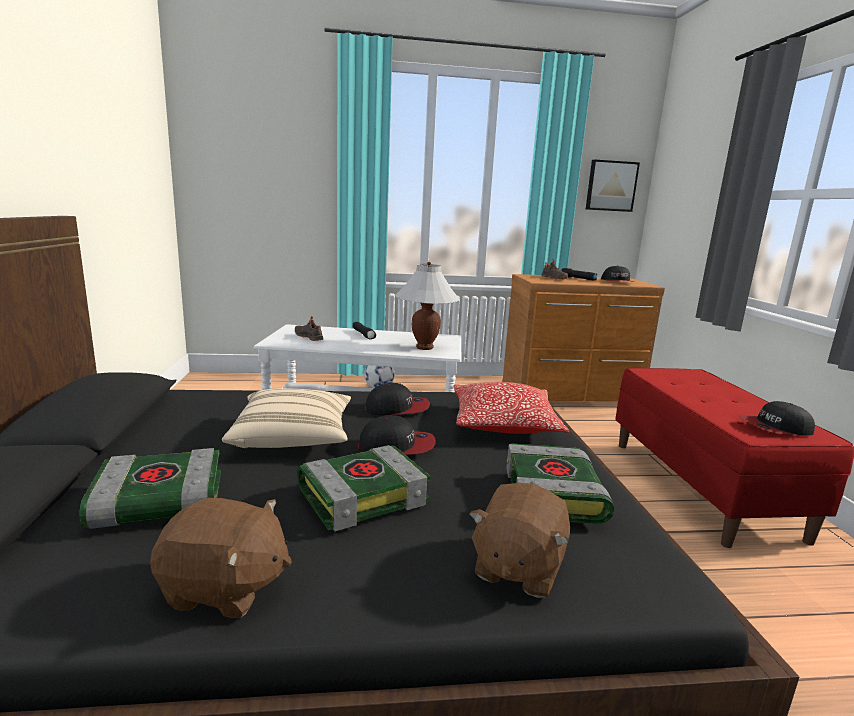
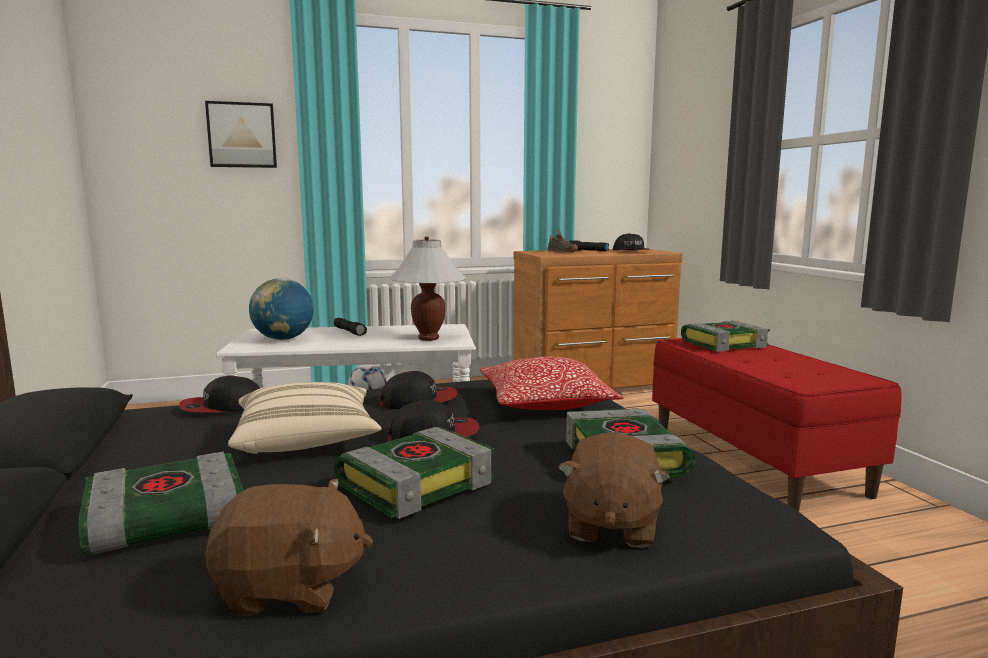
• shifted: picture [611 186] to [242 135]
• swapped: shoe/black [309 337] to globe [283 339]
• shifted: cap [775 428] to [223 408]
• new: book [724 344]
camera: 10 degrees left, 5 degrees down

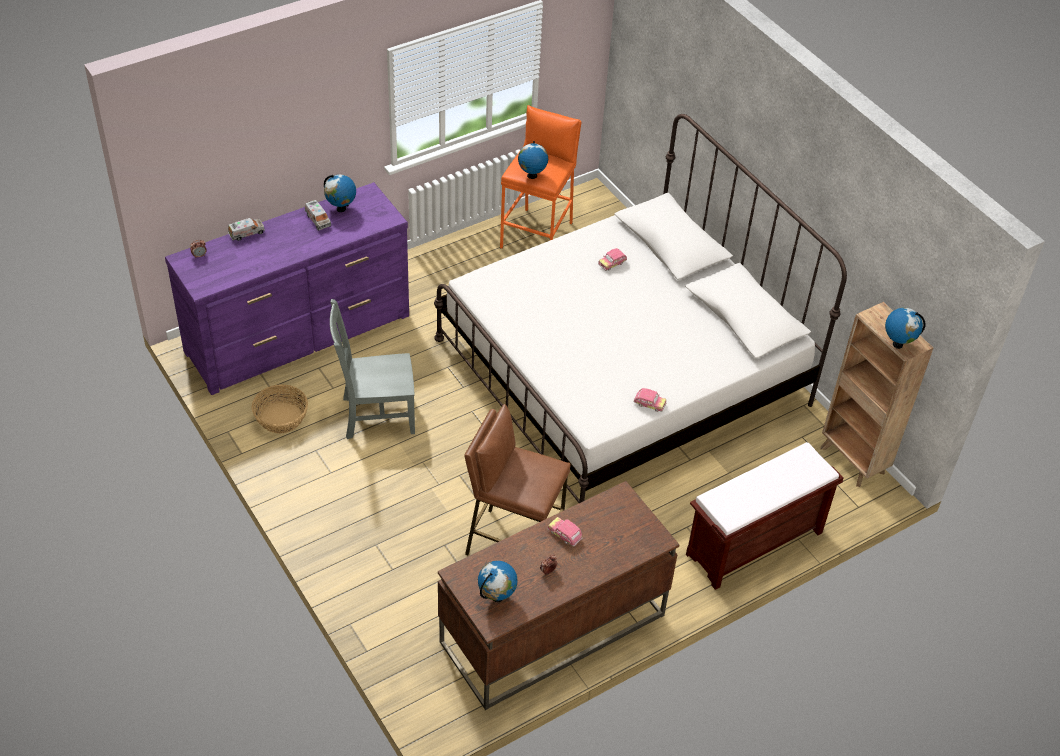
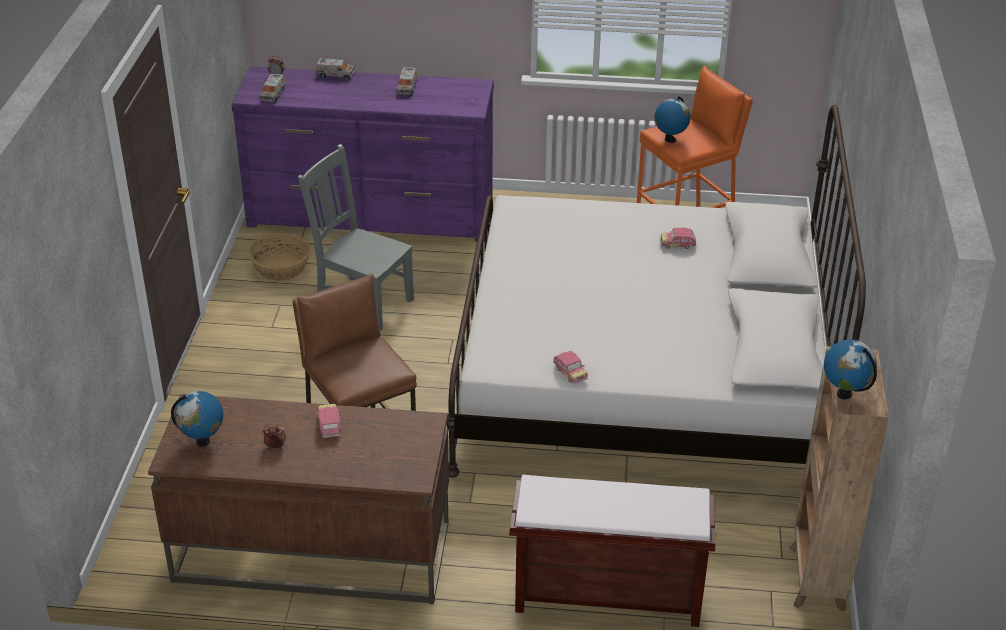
• gone: globe [341 209]
• new: toy truck [273 94]
camera: 40 degrees right, 10 degrees down

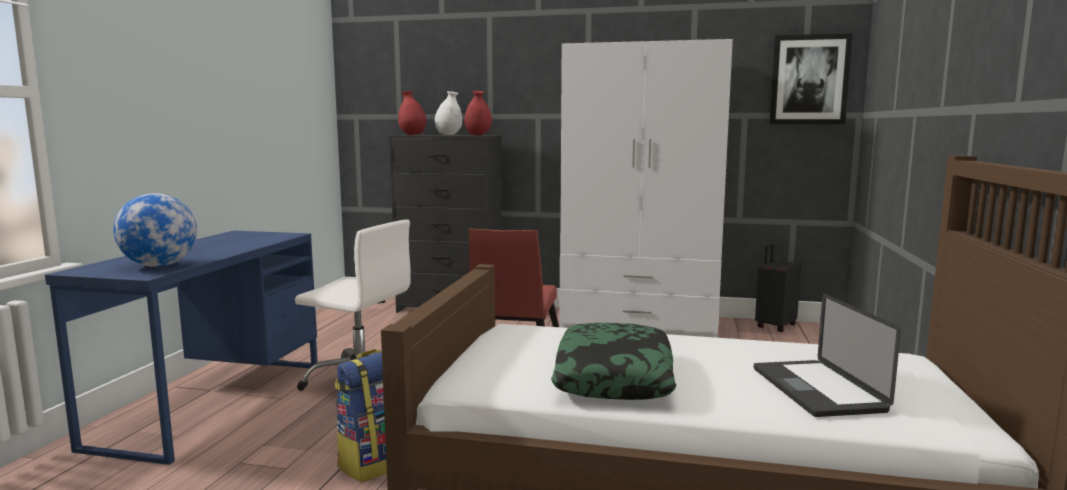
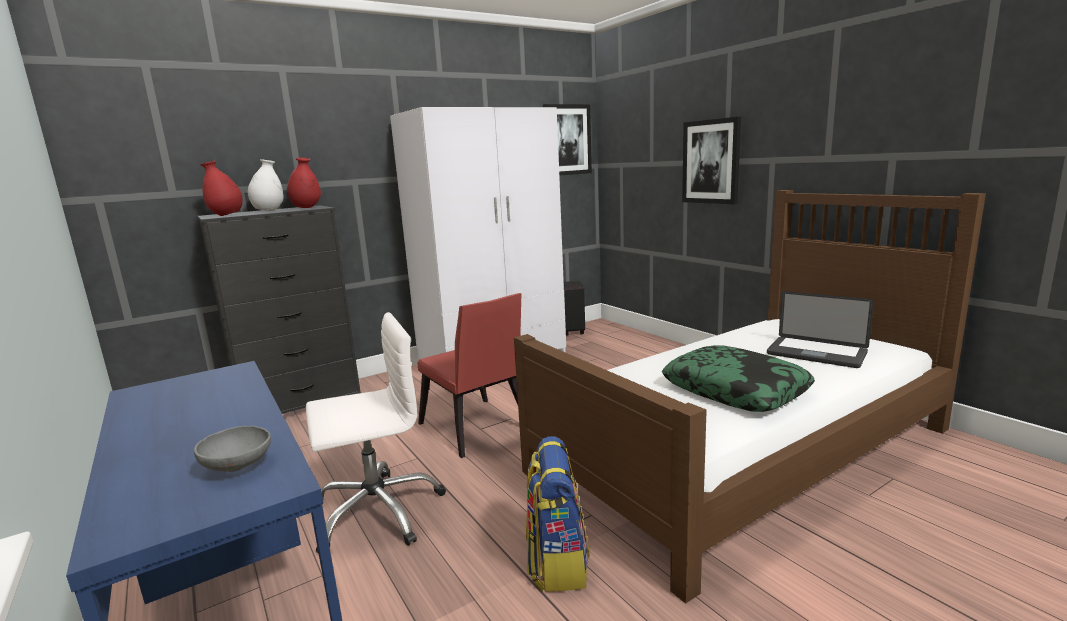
• swapped: globe [160 266] to bowl/grey [239 467]
• new: picture [711 162]
camera: 45 degrees left, 5 degrees up

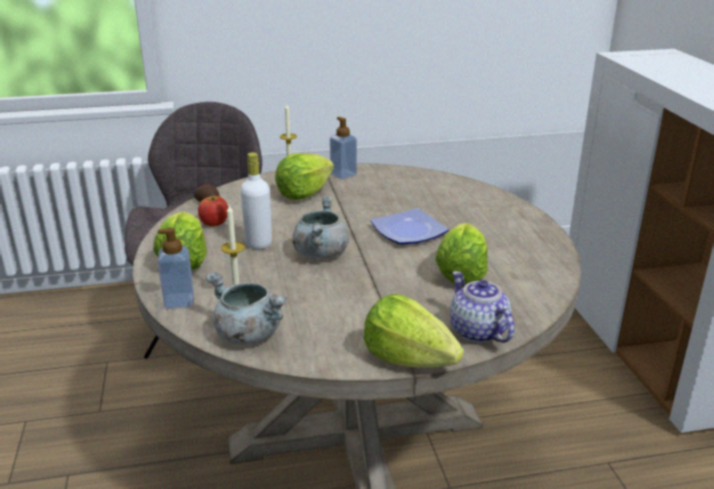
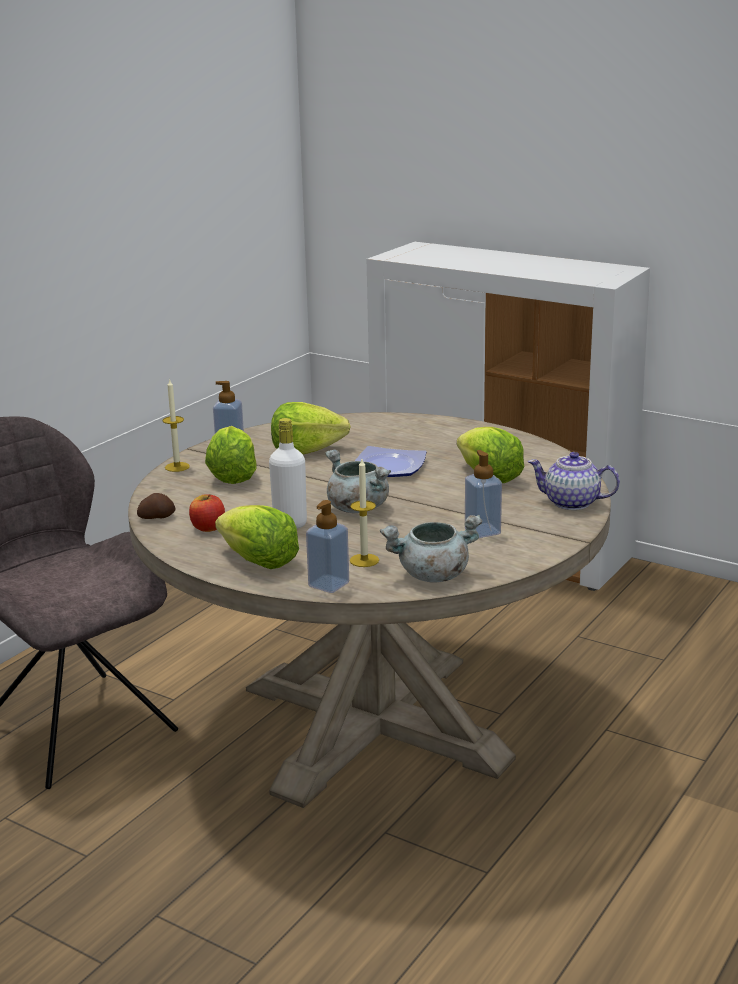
• shifted: lettuce [408 359] to [306 450]
• new: soap dispenser [482 531]
camera: 45 degrees left, 5 degrees down

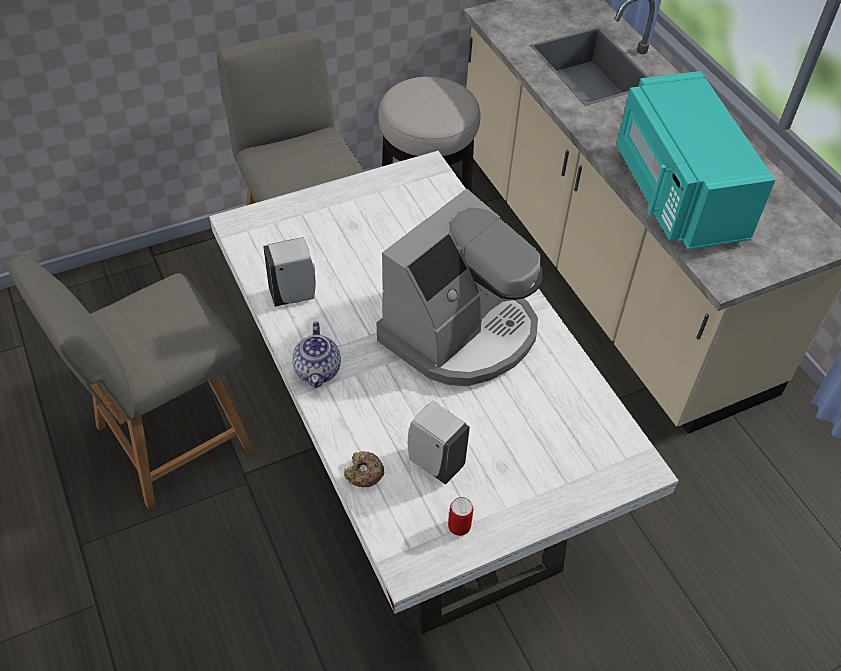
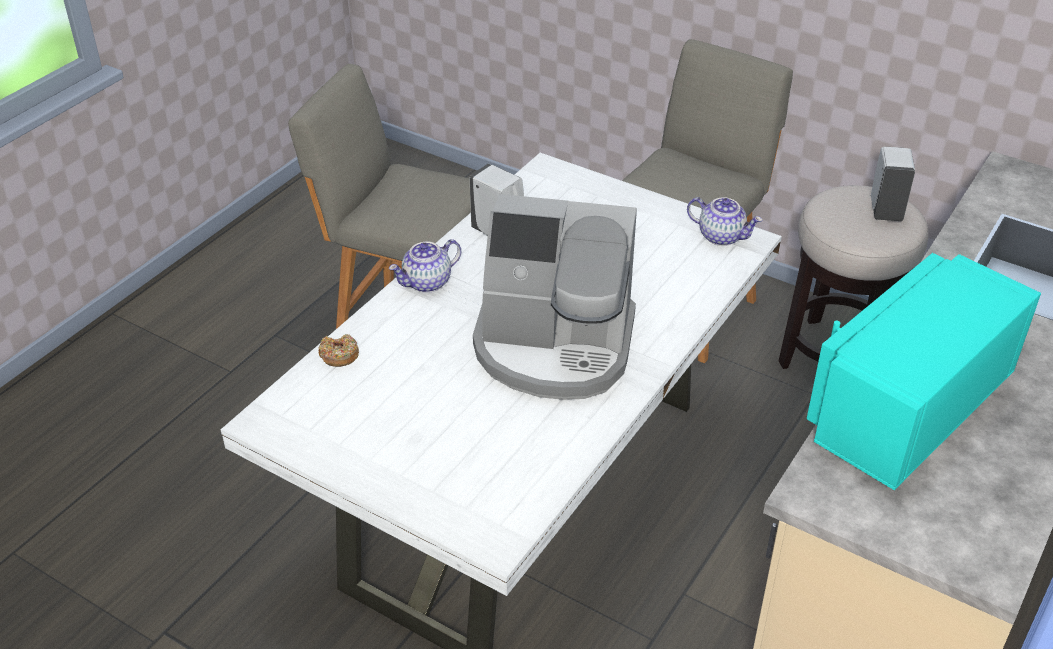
• shifted: soap dispenser/white [434 462] to [885 210]
• gone: can [459 527]
• new: teapot [722 236]
camera: 60 degrees right, 10 degrees down

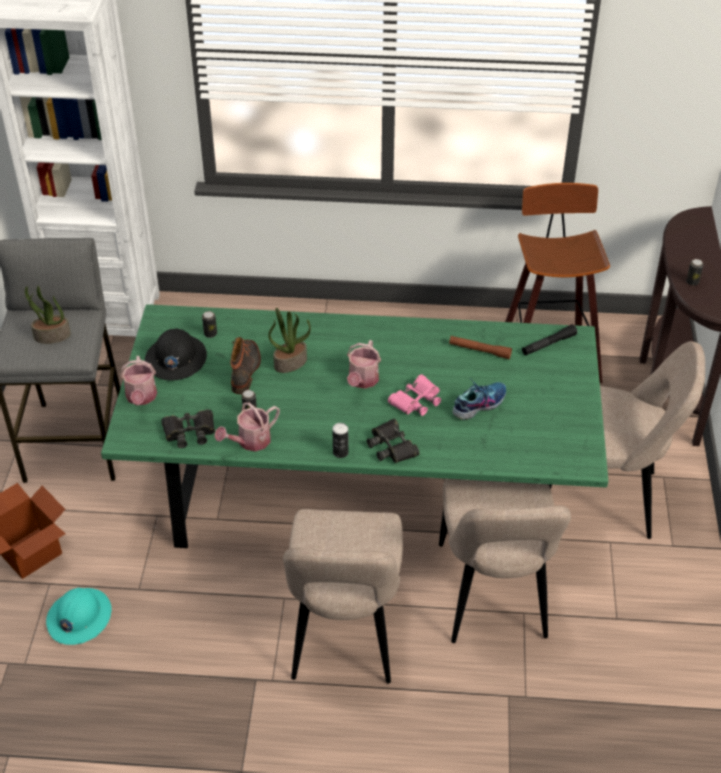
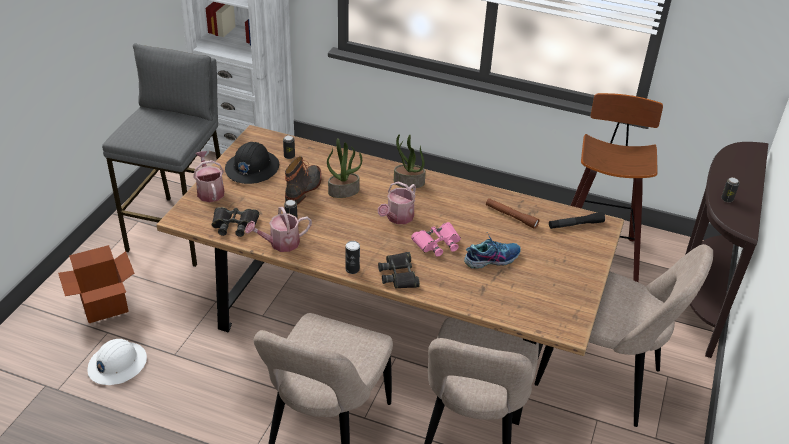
• shifted: potted plant [52 336] to [408 182]
• repainted: dining table/green [360 494] to dining table/brown [389 324]
• rotated: watering can [141 398] = [209 191] 150 degrees clockwise
• repainted: hard hat/turquoise [79 617] to hard hat/white [117 364]
camera: 15 degrees right, 5 degrees down

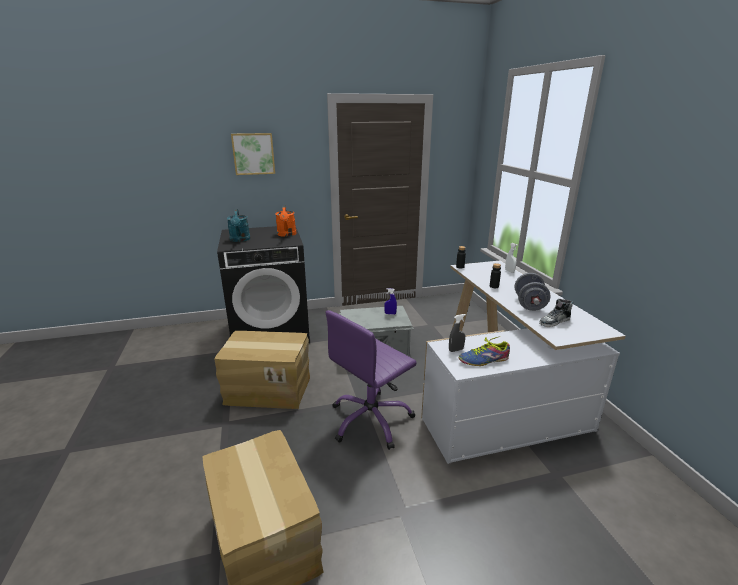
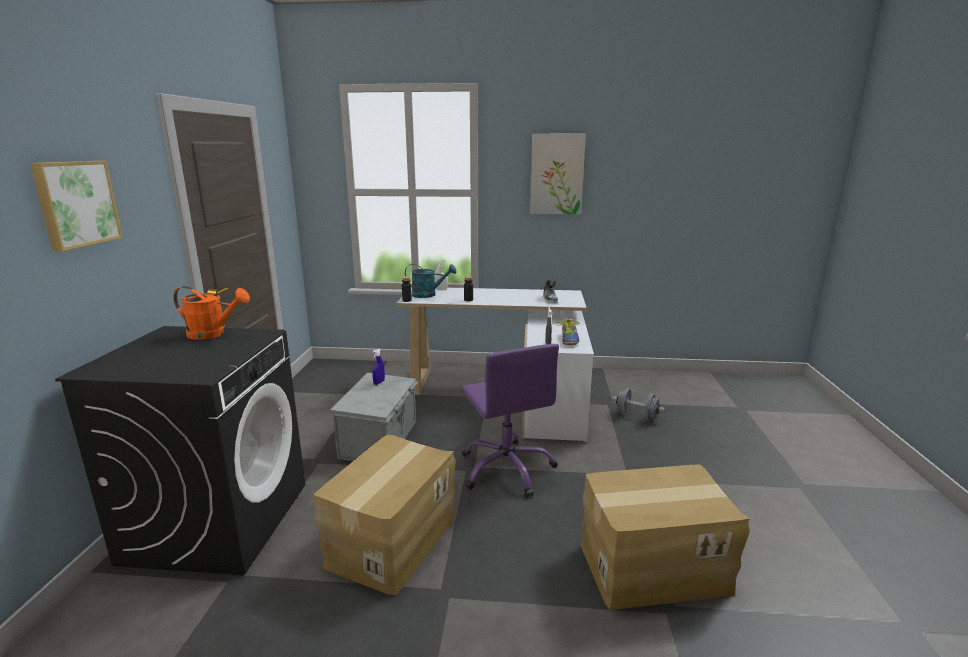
• shifted: watering can/turquoise [240 240] to [428 295]
• shifted: dumbbell/grey [529 304] to [636 416]
• new: picture [556 174]
camera: 70 degrees left, 5 degrees down

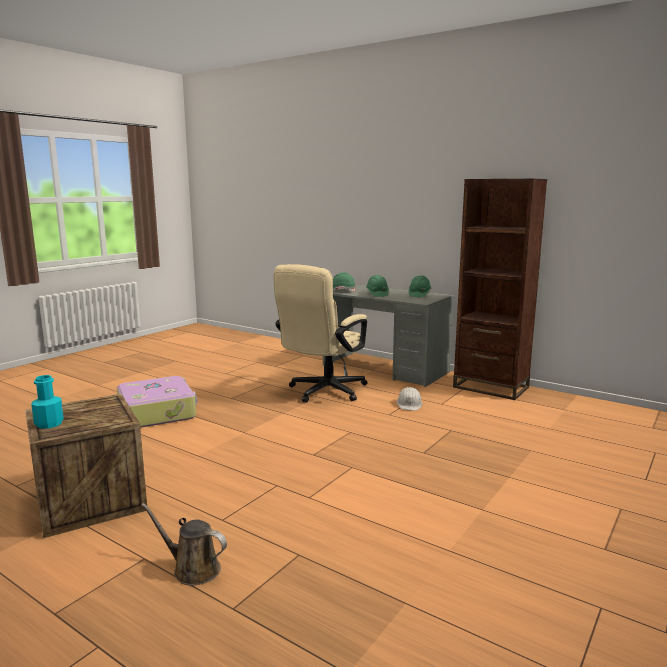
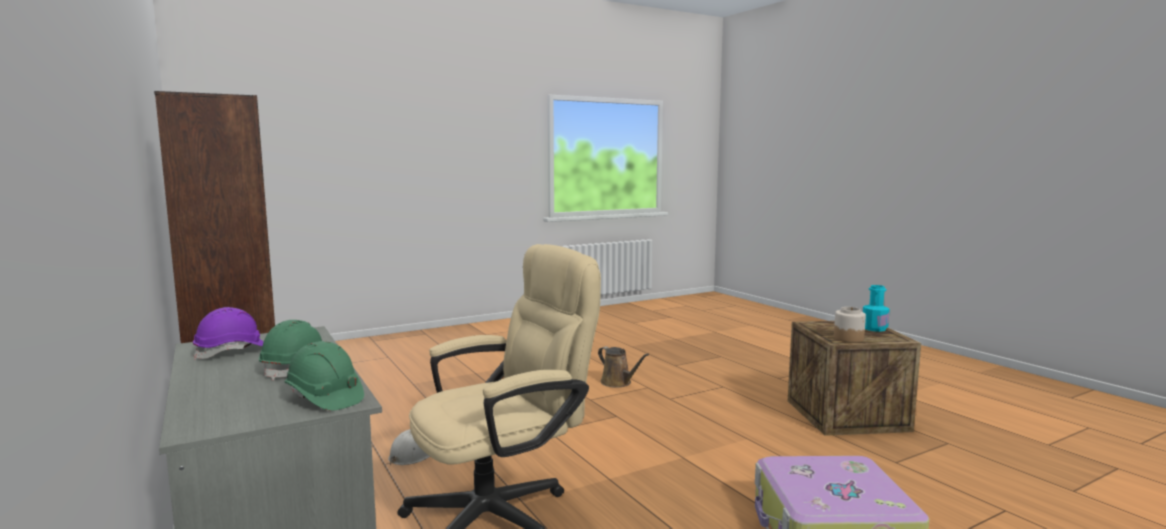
• repainted: hard hat/green [419 295] to hard hat/purple [233 352]
• shifted: watering can/brown [192 569] to [618 383]
• new: jar [848 338]
camera: 155 degrees left, 5 degrees down

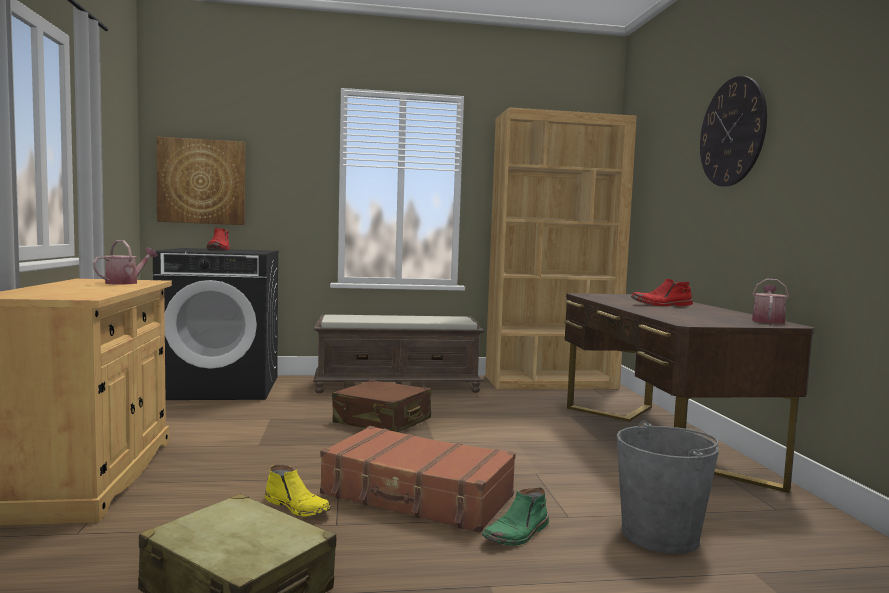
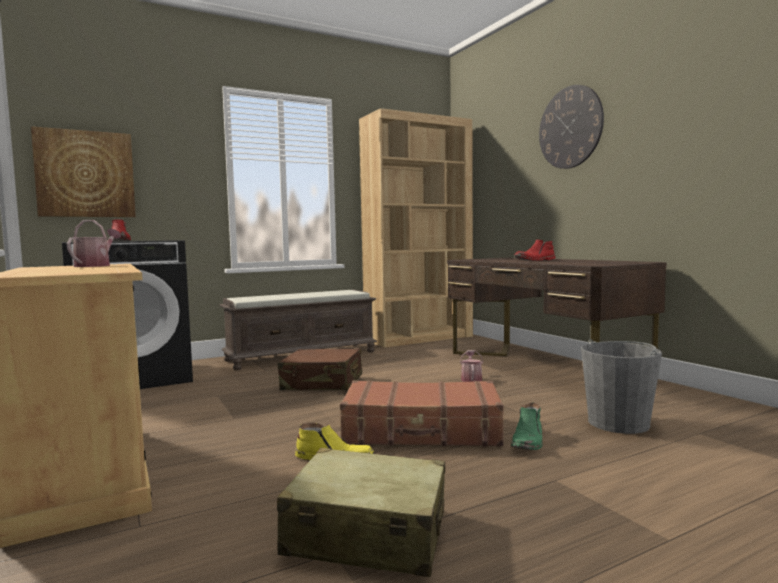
• shifted: watering can [768 320] to [471 379]
camera: 20 degrees left, 0 degrees up

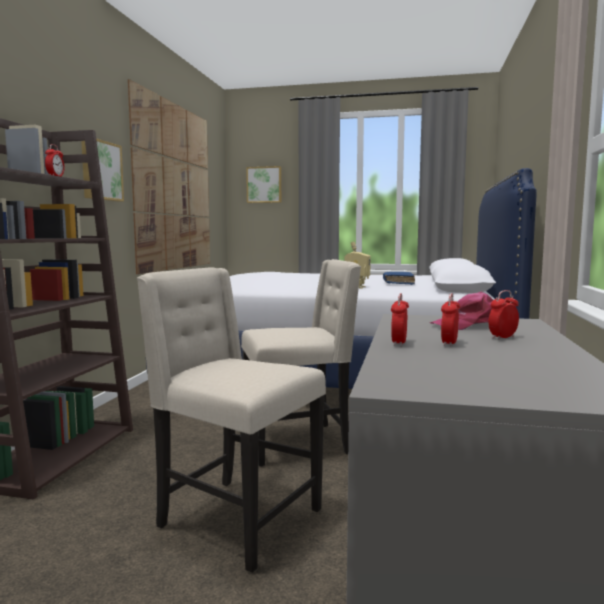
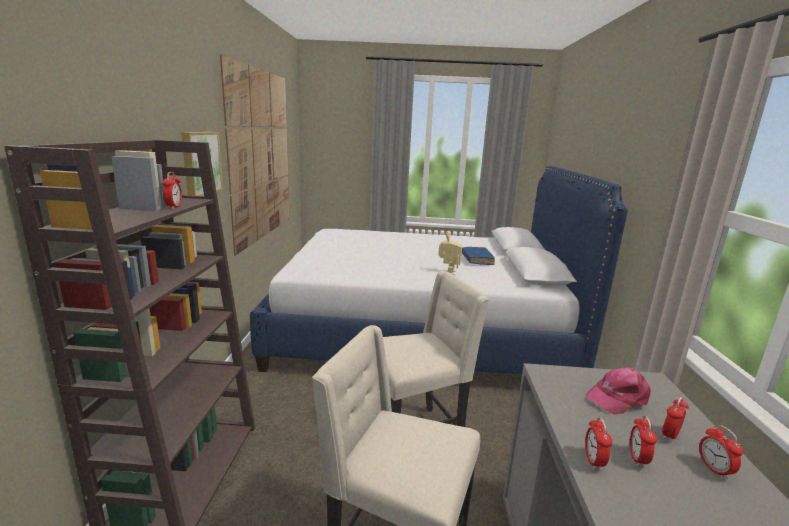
• gone: picture [264 185]
• new: alarm clock [714 469]
camera: 10 degrees left, 10 degrees up

